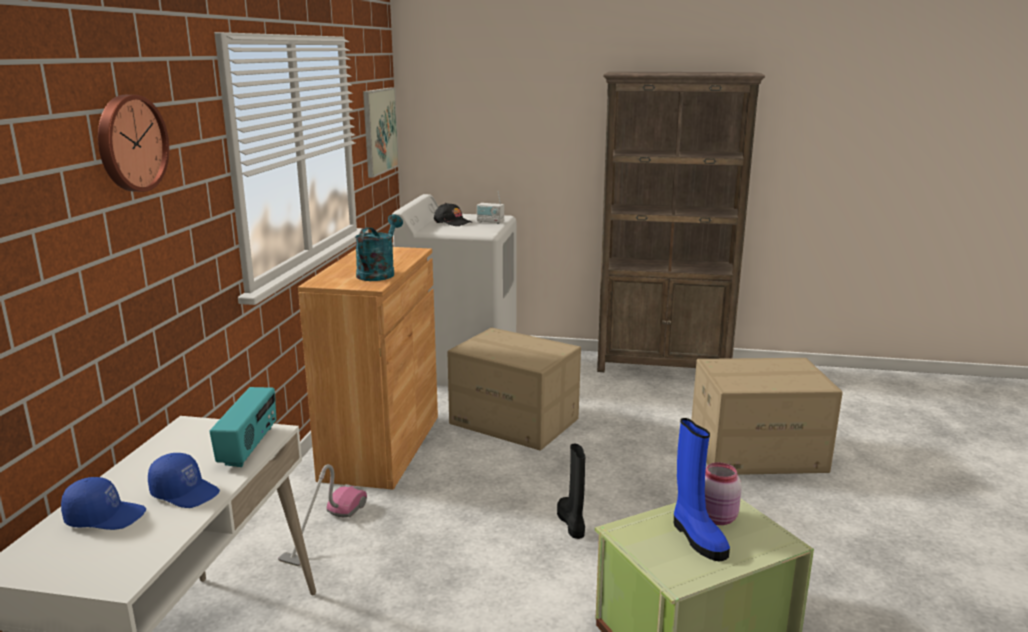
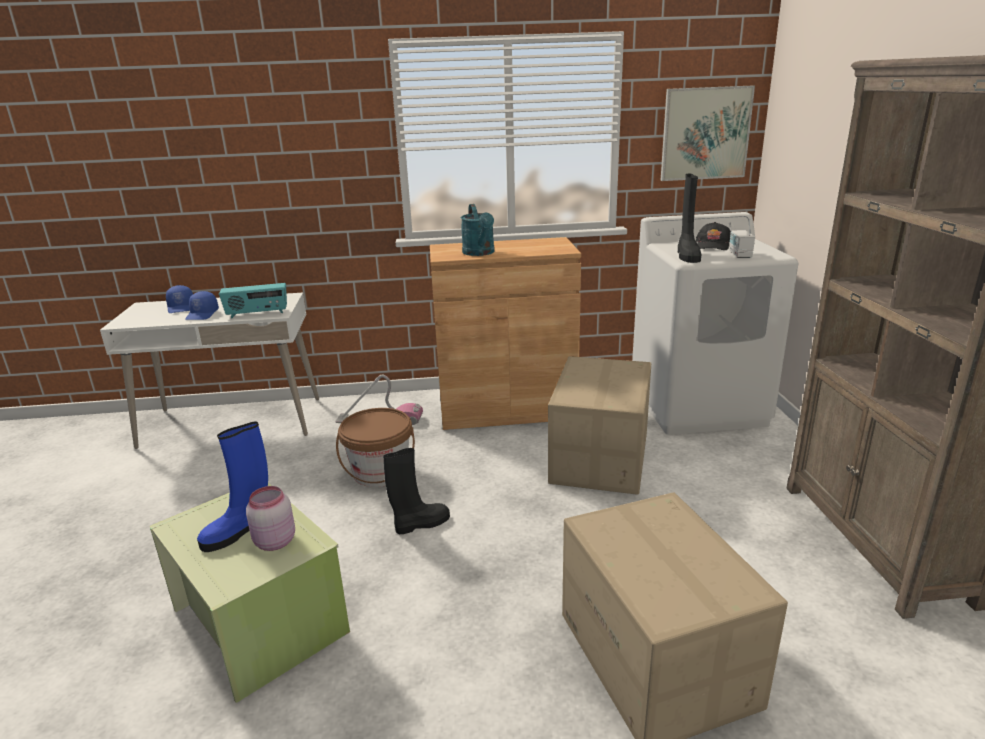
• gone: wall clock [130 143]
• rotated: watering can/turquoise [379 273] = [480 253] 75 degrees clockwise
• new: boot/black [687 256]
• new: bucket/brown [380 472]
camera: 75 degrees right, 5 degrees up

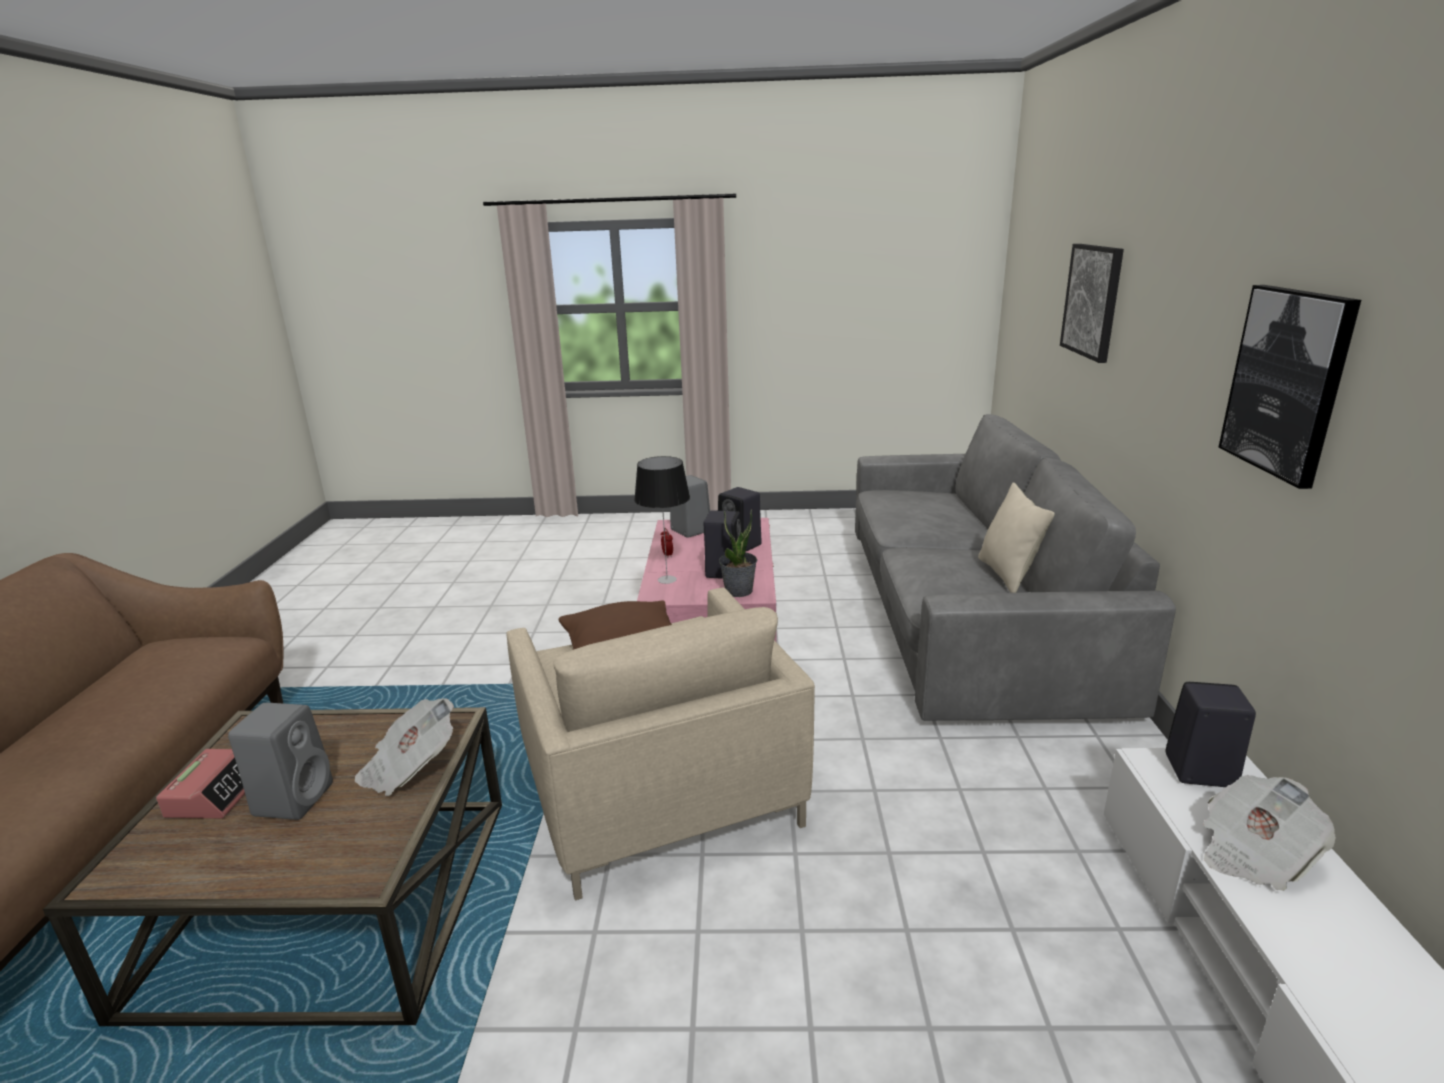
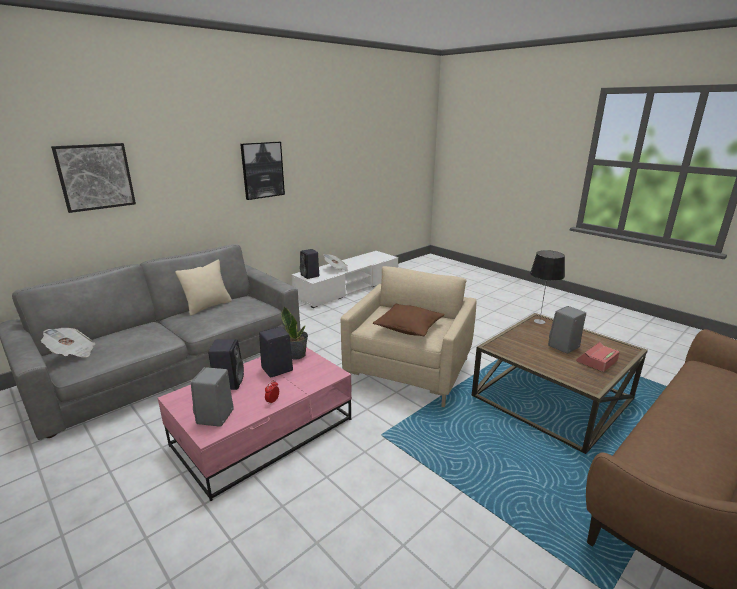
• shifted: table lamp [667 580] to [539 321]
• shifted: newspaper [409 768] to [72 352]
camera: 135 degrees left, 0 degrees up

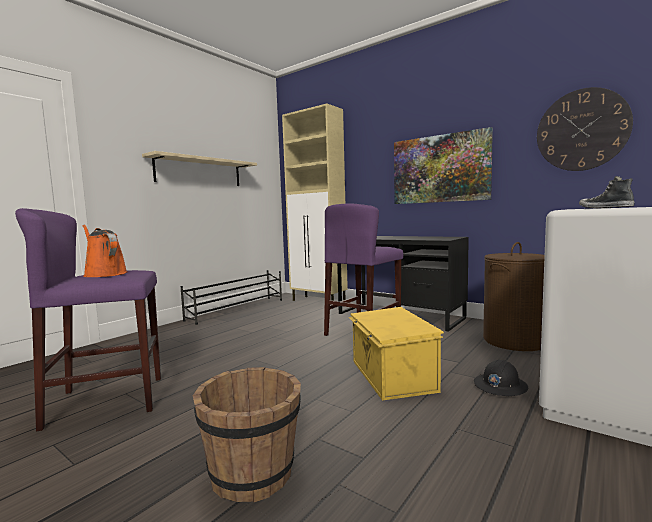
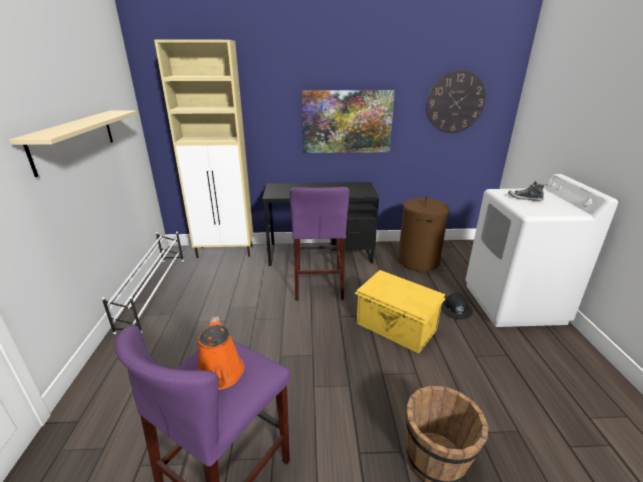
• rotated: watering can/orange [104 274] = [221 376] 105 degrees counterclockwise
• repainted: shoe rack/black [237 309] to shoe rack/white [154 291]
camera: 40 degrees left, 20 degrees up

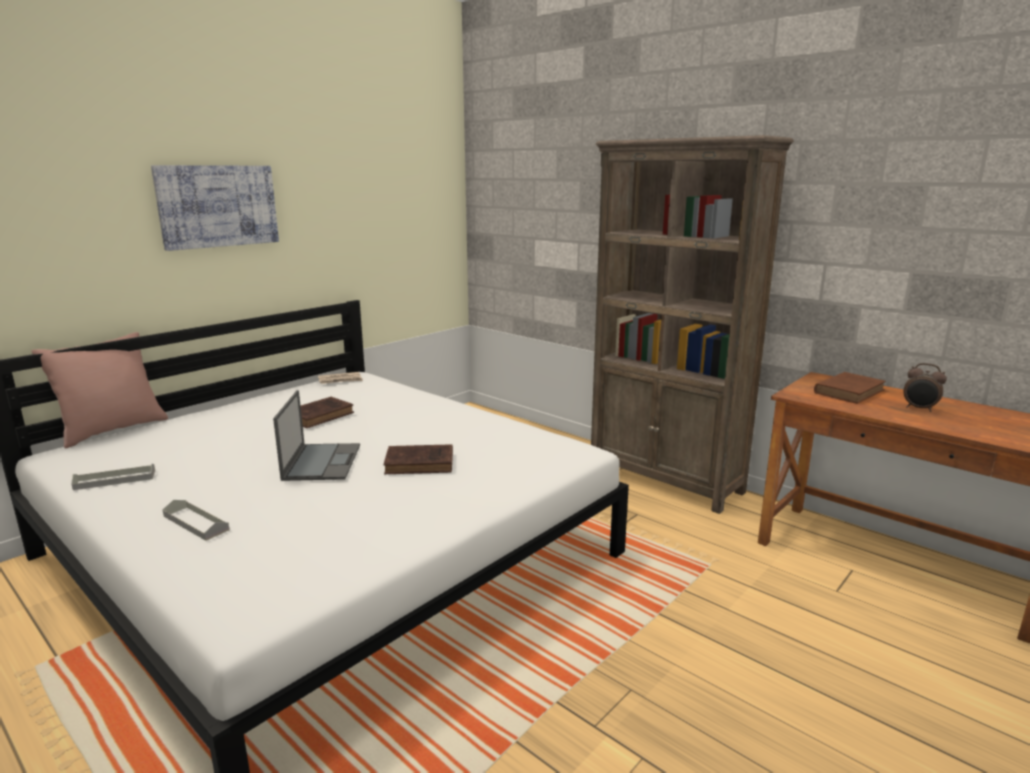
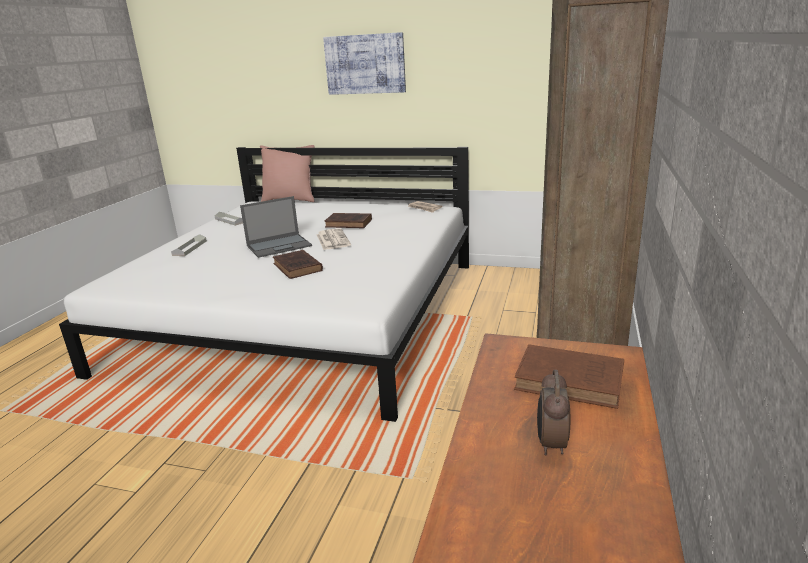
• new: newspaper [332 240]
camera: 65 degrees right, 5 degrees up

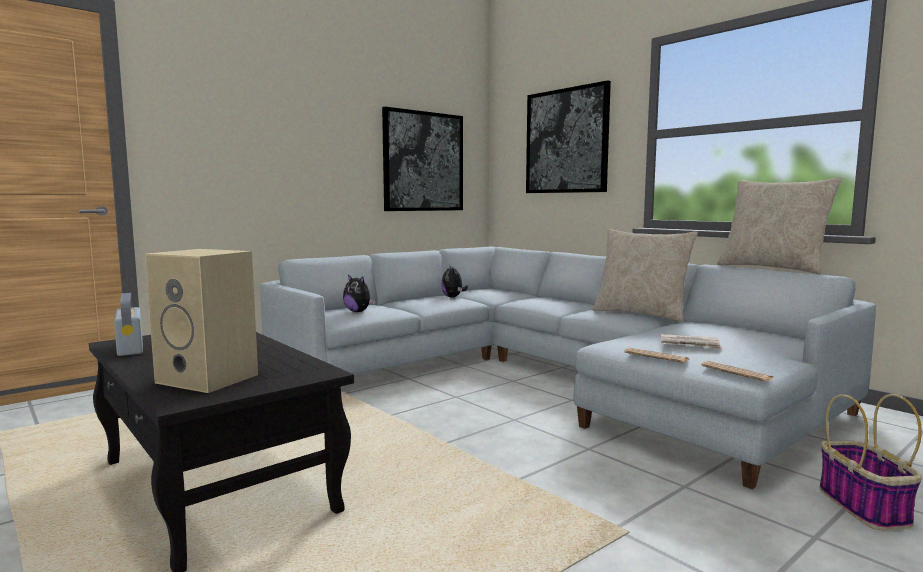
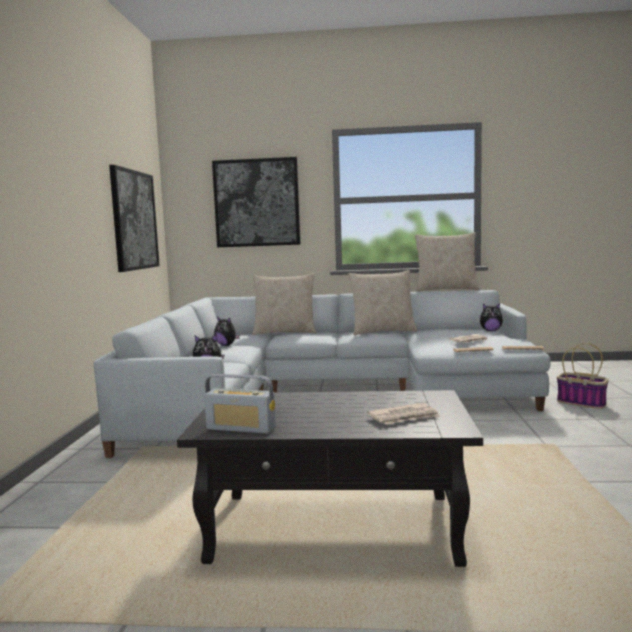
• swapped: speaker/beige [210 378] to newspaper [404 417]
• new: pillow/beige [285 332]
• new: plush toy [490 330]
camera: 45 degrees left, 0 degrees up

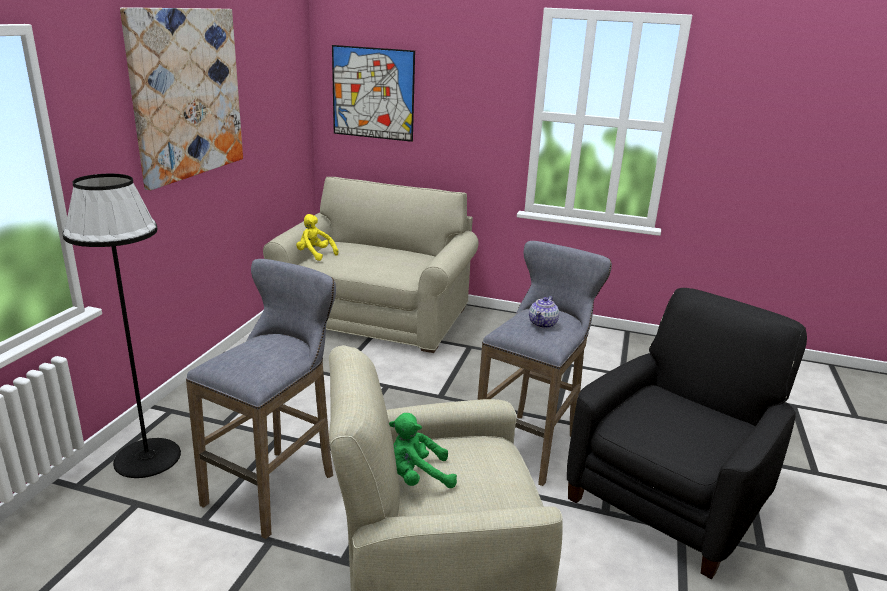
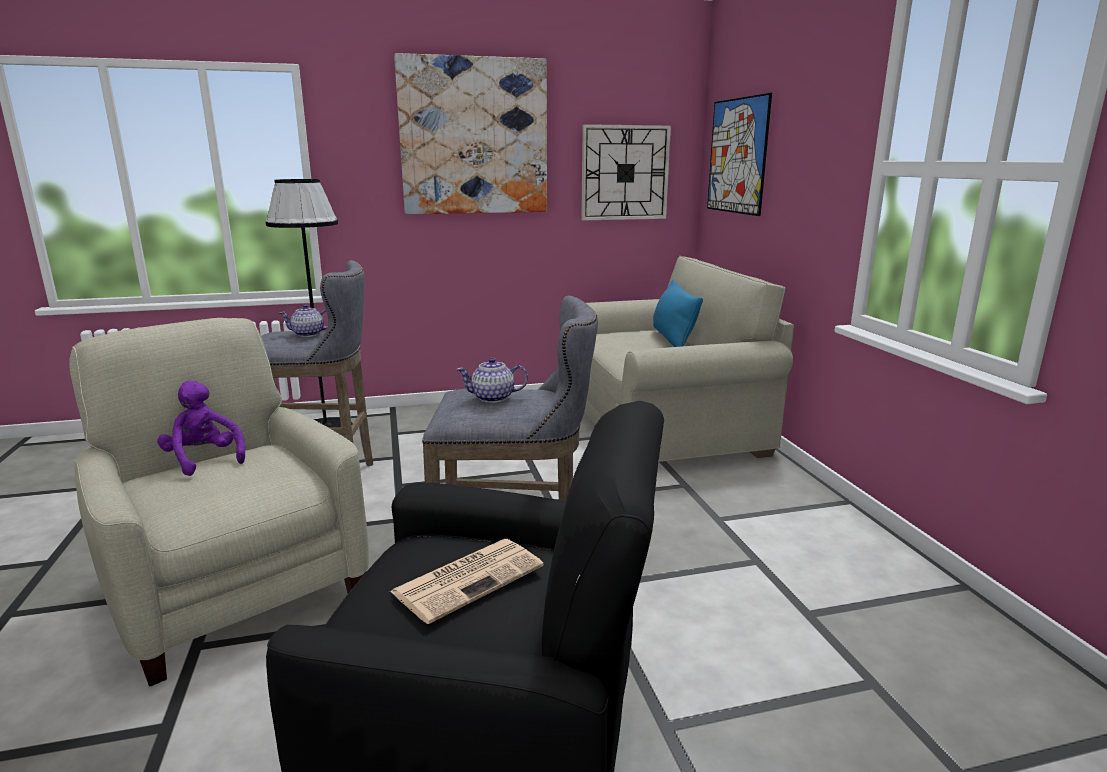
• gone: plush toy/yellow [315 254]
• repainted: plush toy/green [417 477] to plush toy/purple [204 459]
• new: wall clock [625 173]
• new: pillow/blue [673 339]
• new: teapot [309 334]
• new: newspaper [469 578]
camera: 60 degrees right, 5 degrees down

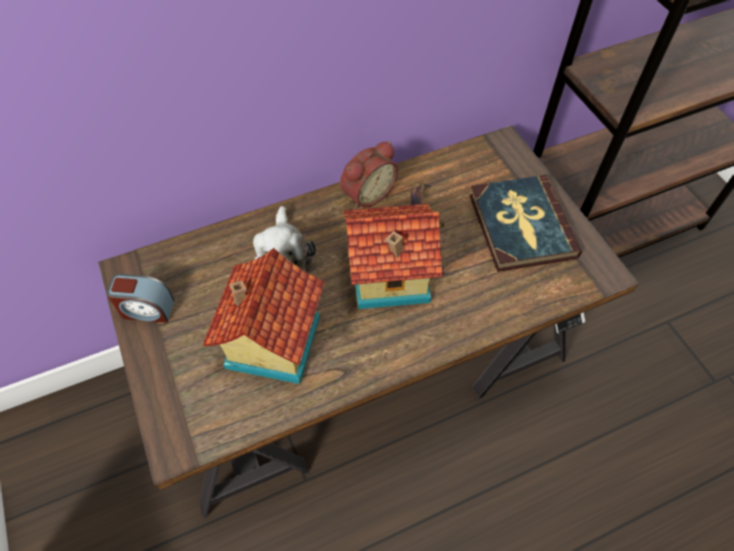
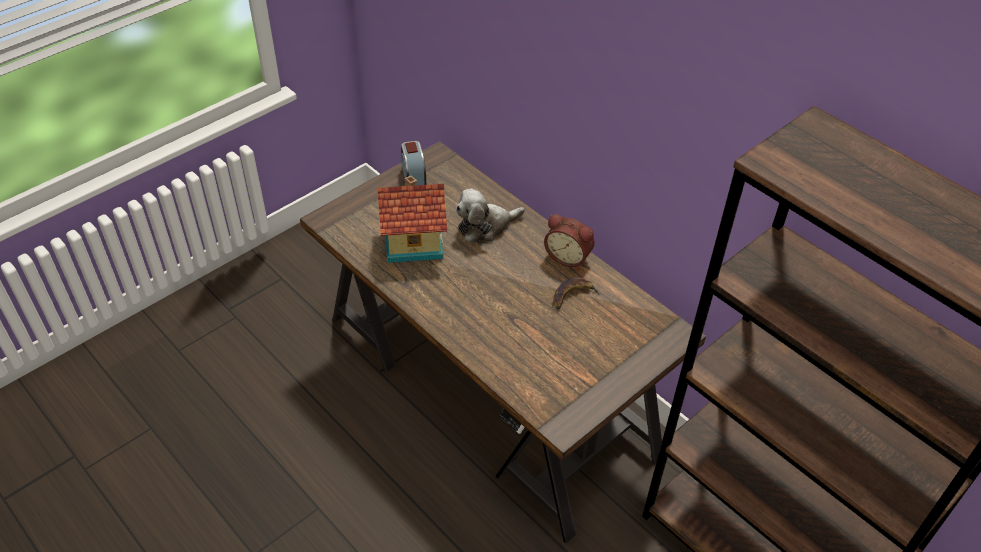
• gone: book [520 226]
• gone: toy house [390 277]
camera: 70 degrees right, 10 degrees down

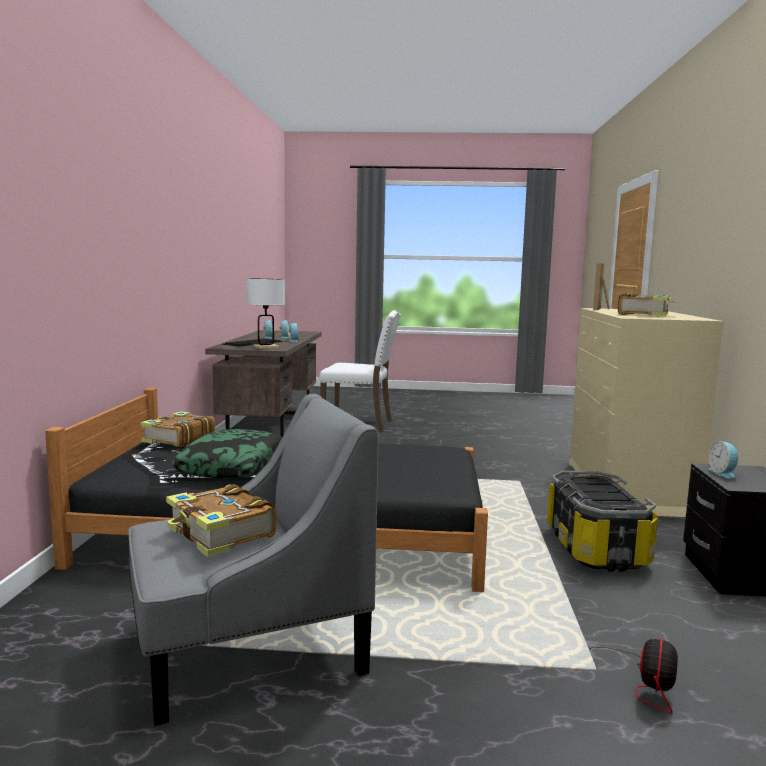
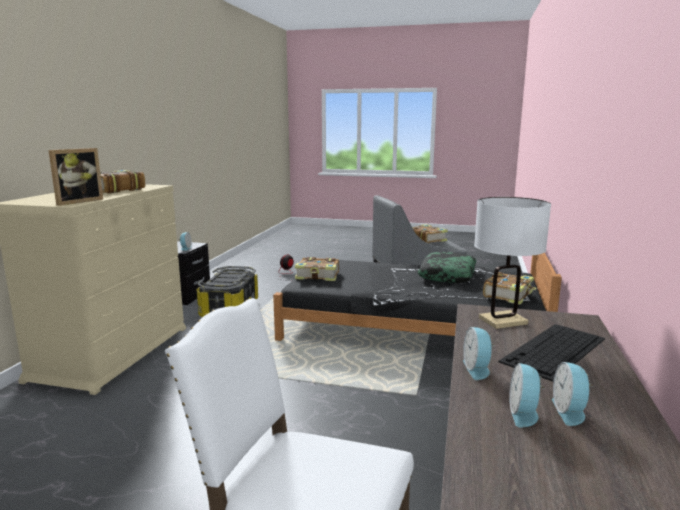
• new: book [318 276]
camera: 170 degrees left, 5 degrees up

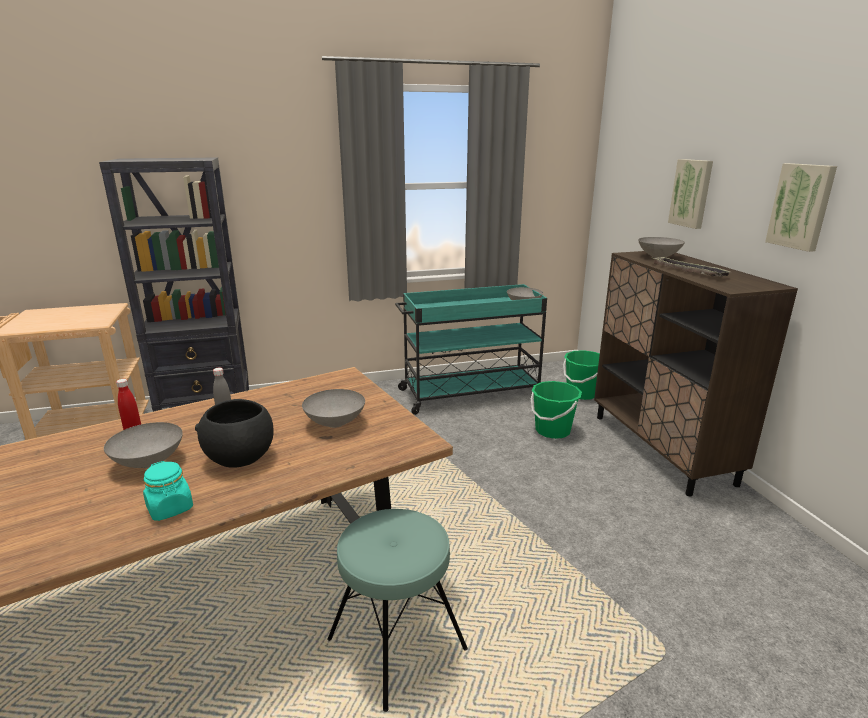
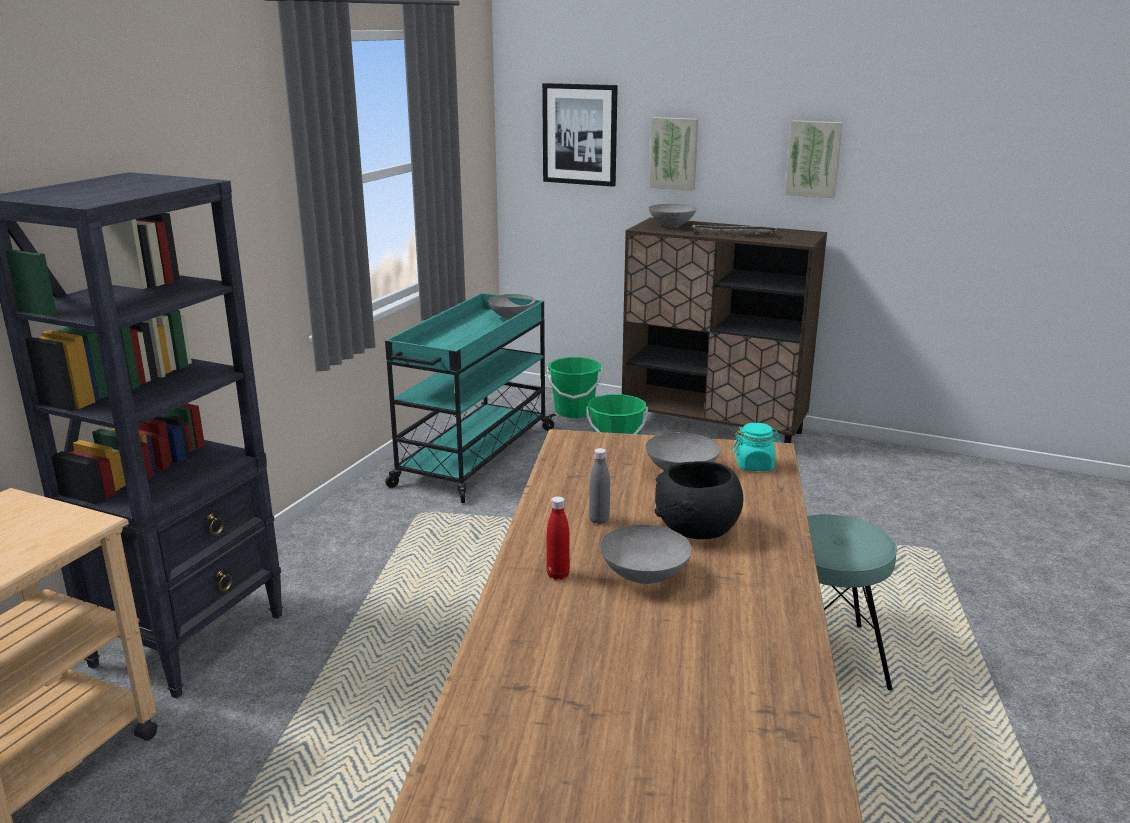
• shifted: jar/turquoise [170 508] to [755 465]
• new: picture [580 134]
camera: 50 degrees left, 0 degrees up

